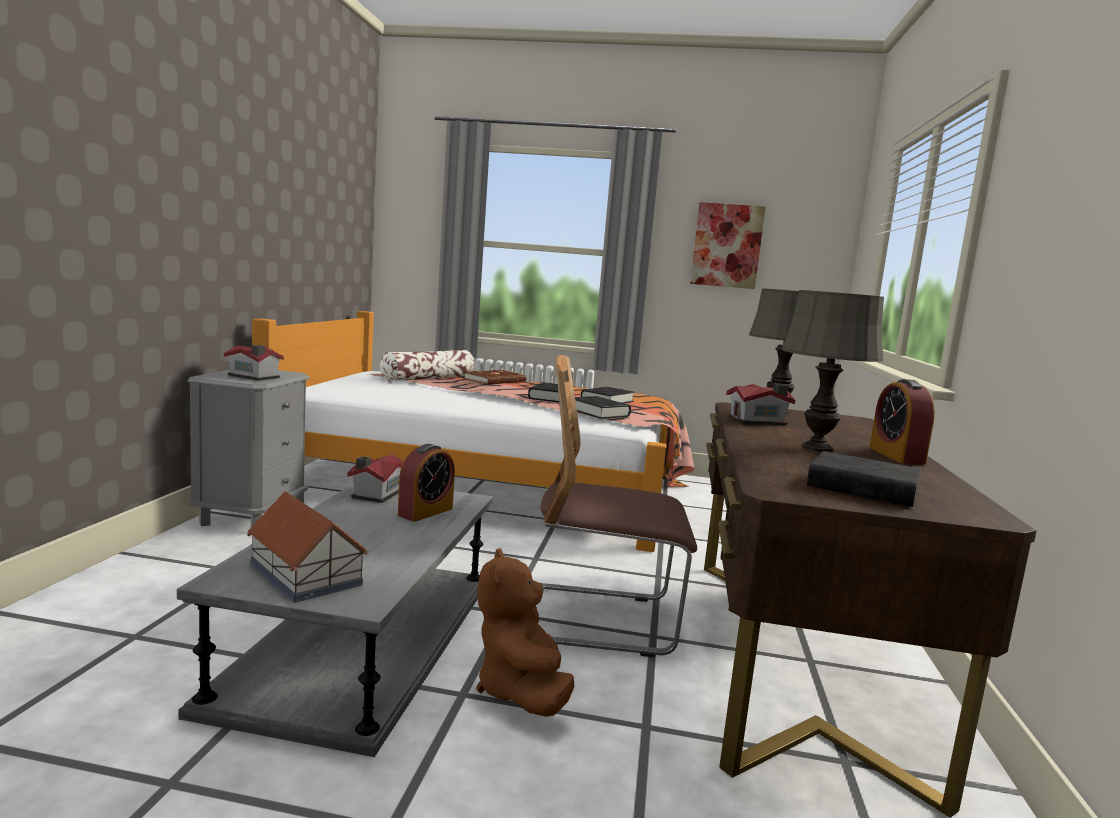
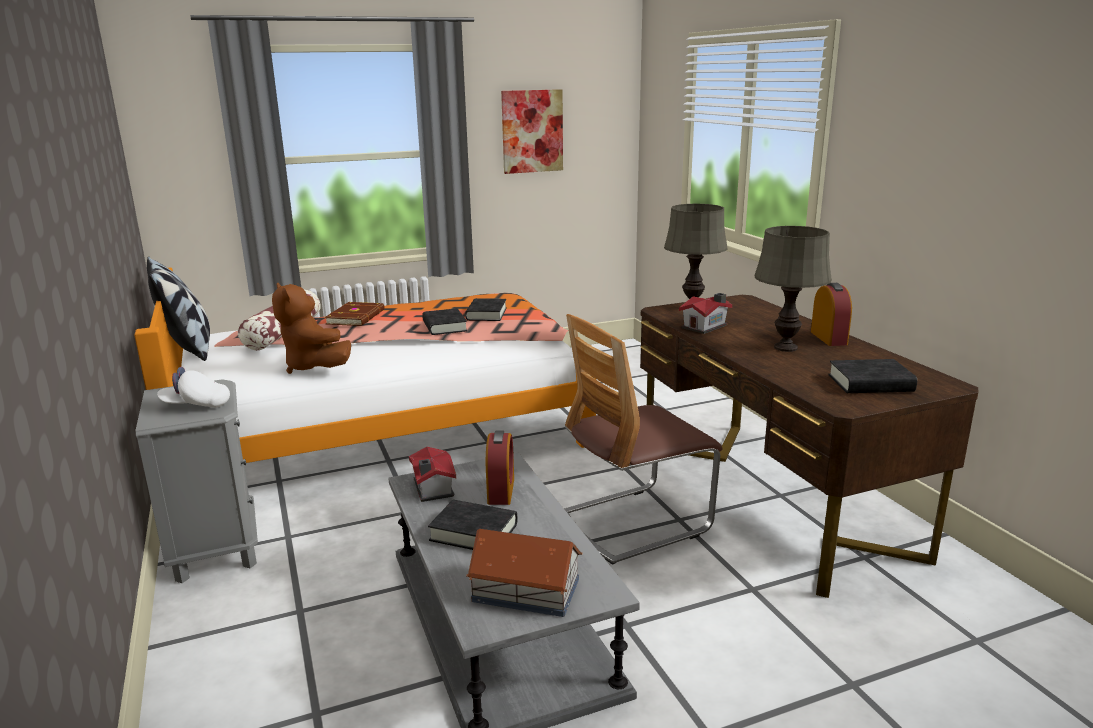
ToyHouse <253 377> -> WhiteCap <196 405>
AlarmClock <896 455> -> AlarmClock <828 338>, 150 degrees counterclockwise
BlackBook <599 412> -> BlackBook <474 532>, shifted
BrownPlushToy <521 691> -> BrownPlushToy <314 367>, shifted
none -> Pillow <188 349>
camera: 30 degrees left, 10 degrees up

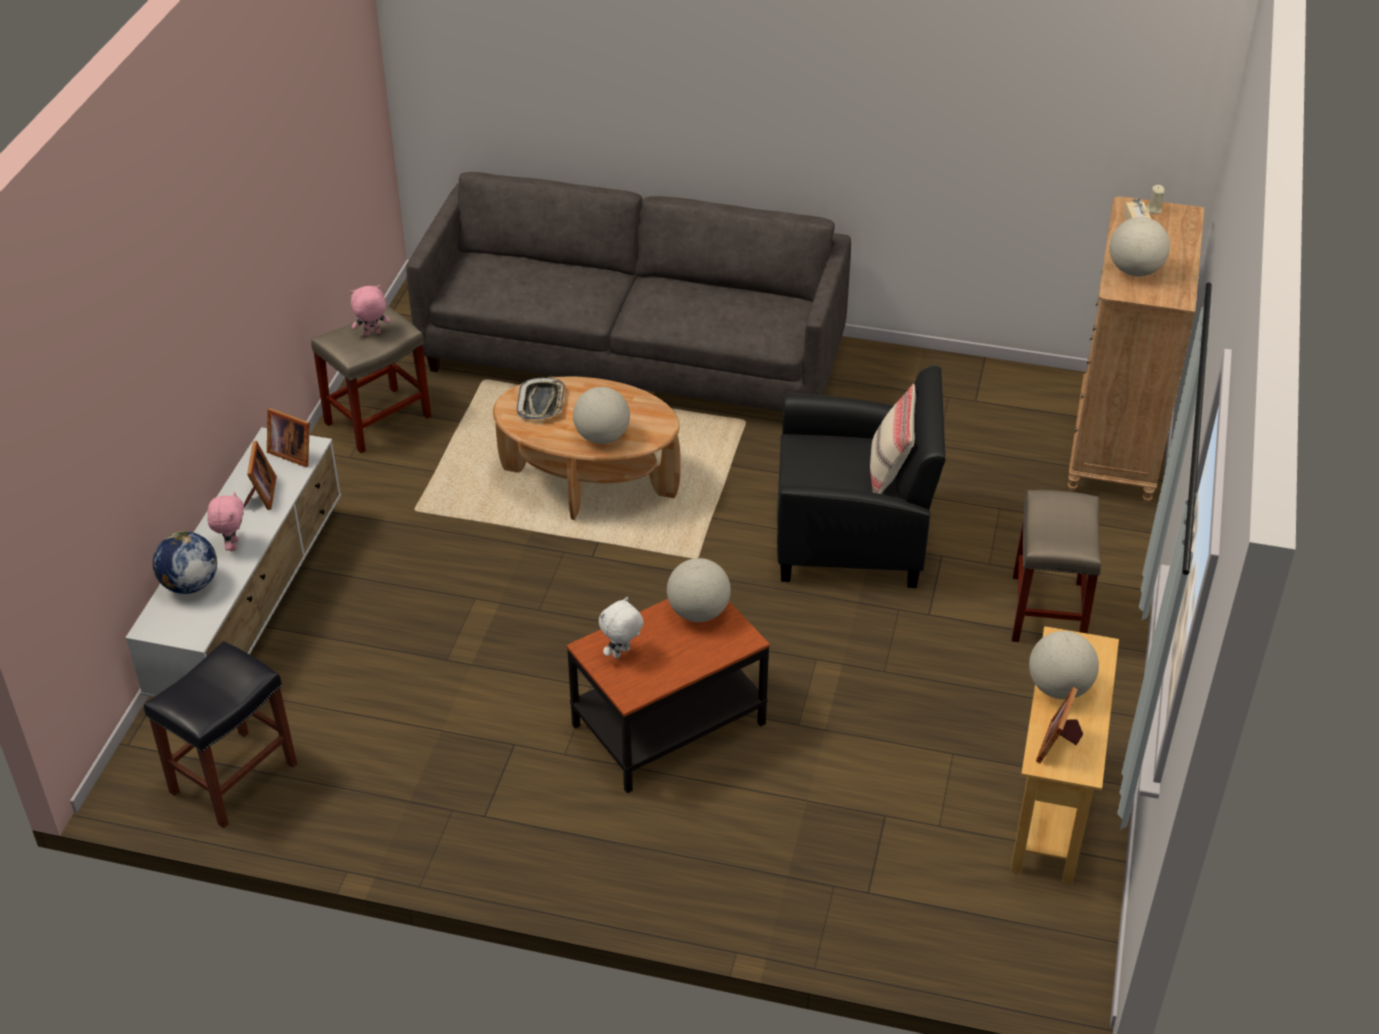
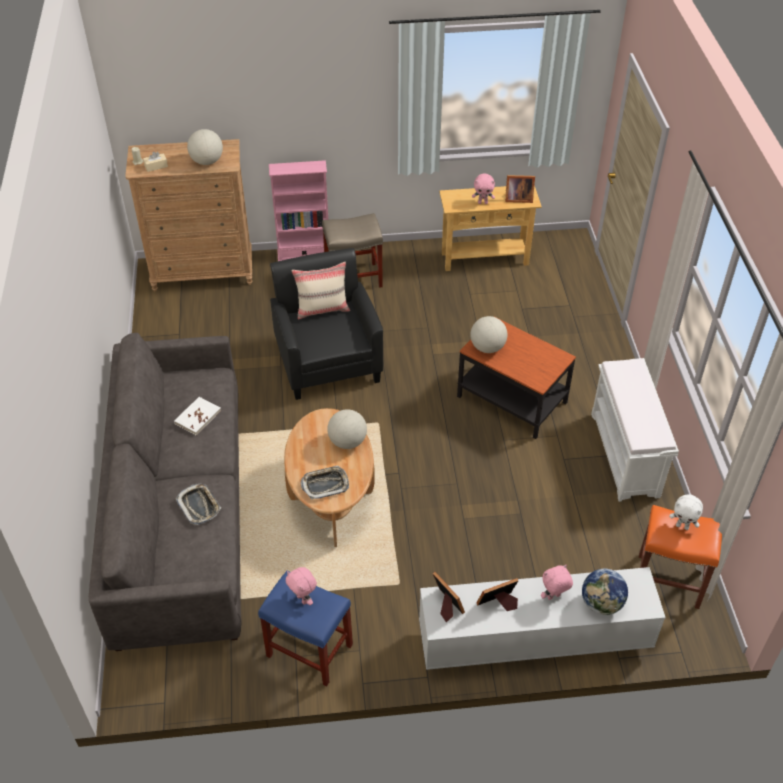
BeigeStool <379 419> -> BlueStool <308 650>
PictureFrame <292 452> -> PictureFrame <446 605>, 45 degrees counterclockwise
WhitePlushToy <622 654> -> WhitePlushToy <682 526>, shifted
Globe <1059 688> -> PinkPlushToy <483 202>
BlackStool <233 779> -> OrangeStool <669 580>
none -> PinkBookcase <304 254>
none -> WhiteBench <625 455>
none -> WhiteBook <197 417>
none -> Tray <199 506>
camera: 110 degrees left, 5 degrees up

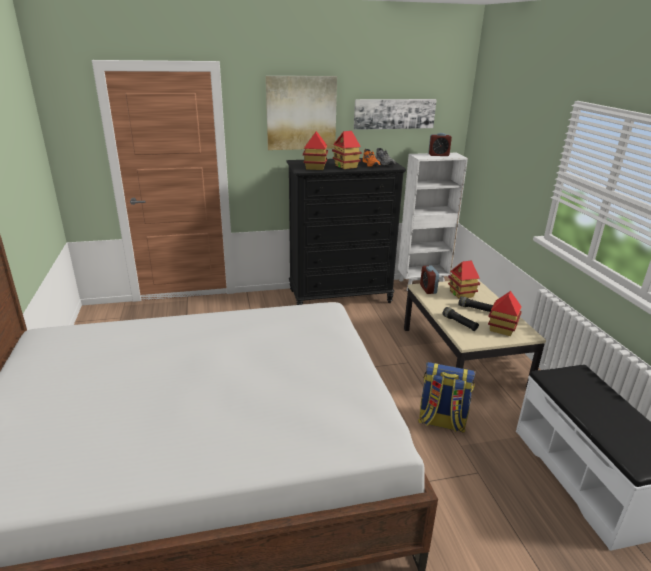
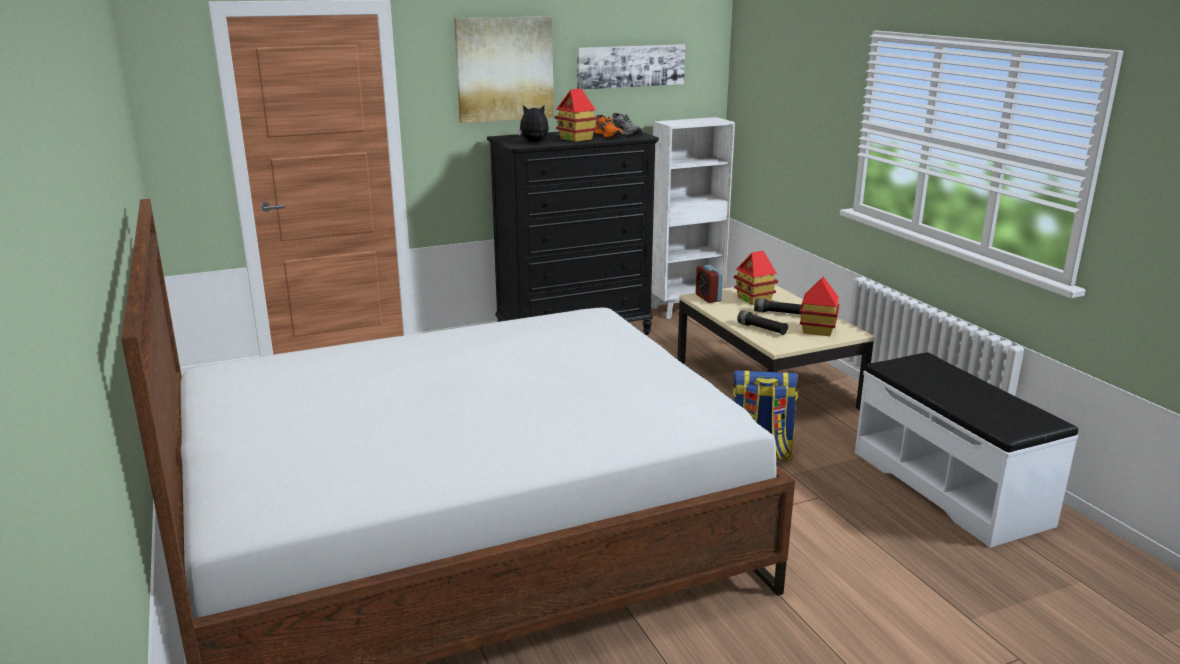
ToyHouse <315 168> -> PlushToy <534 142>
AlarmClock <438 155> -> none
camera: 10 degrees left, 5 degrees down

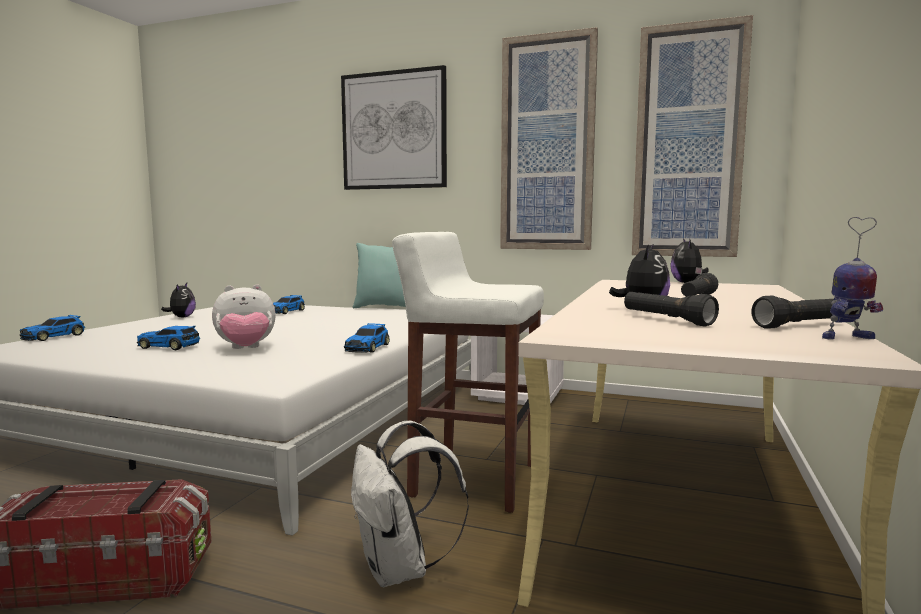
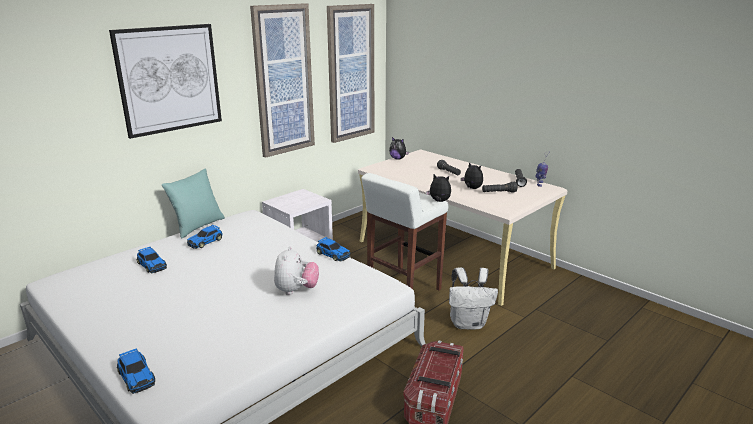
PlushToy <182 317> -> PlushToy <439 201>, shifted
ToyCar <169 346> -> ToyCar <206 241>, shifted
camera: 65 degrees left, 15 degrees up

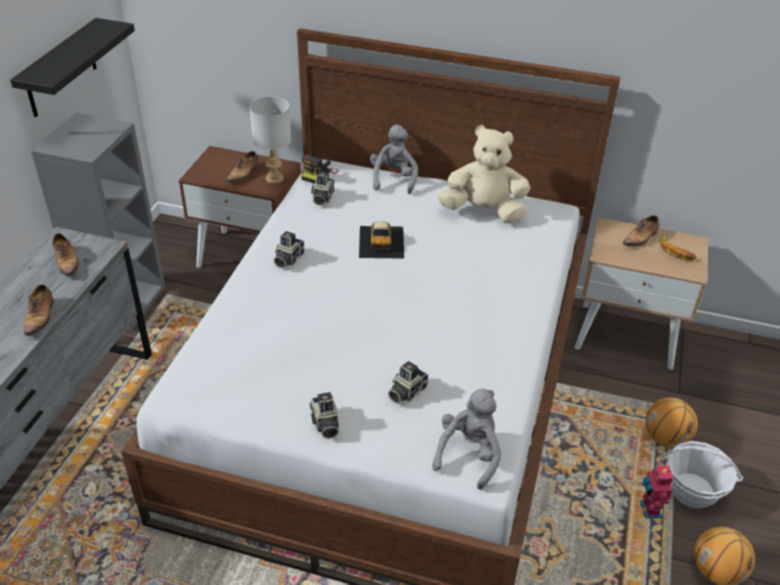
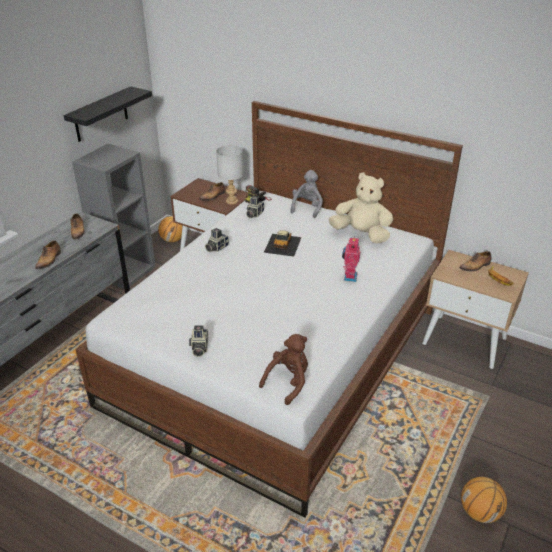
PhotoCamera <406 392> -> none
GreyPlushToy <469 454> -> BrownPlushToy <288 382>
Basketball <666 438> -> Basketball <173 240>, shifted
Basket <692 490> -> none
ToyRobot <648 510> -> ToyRobot <349 277>, shifted
camera: 15 degrees right, 5 degrees down

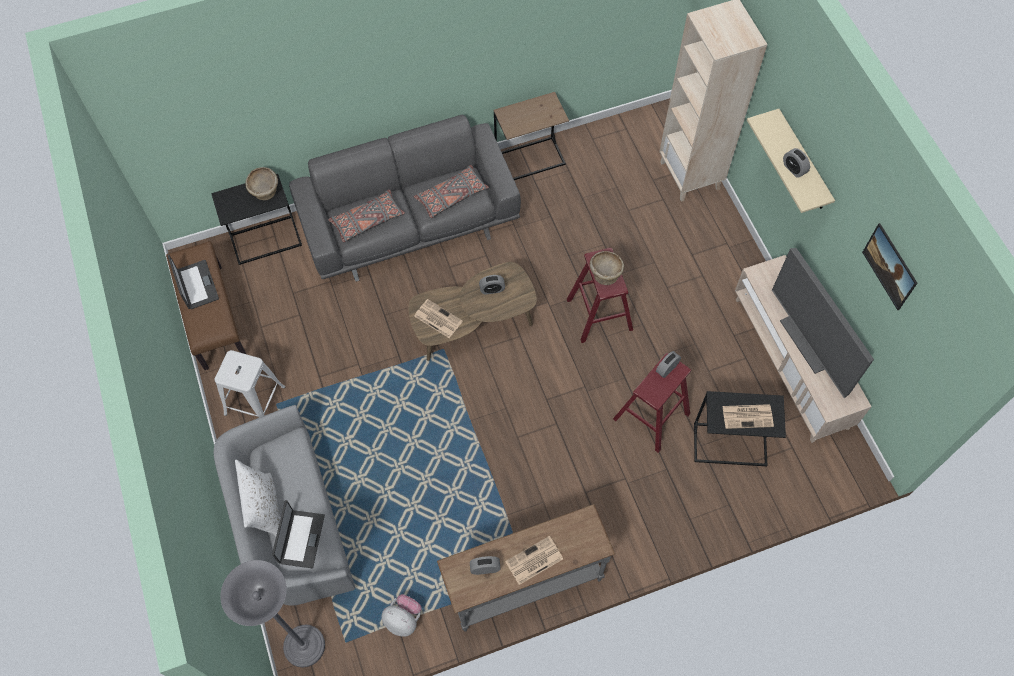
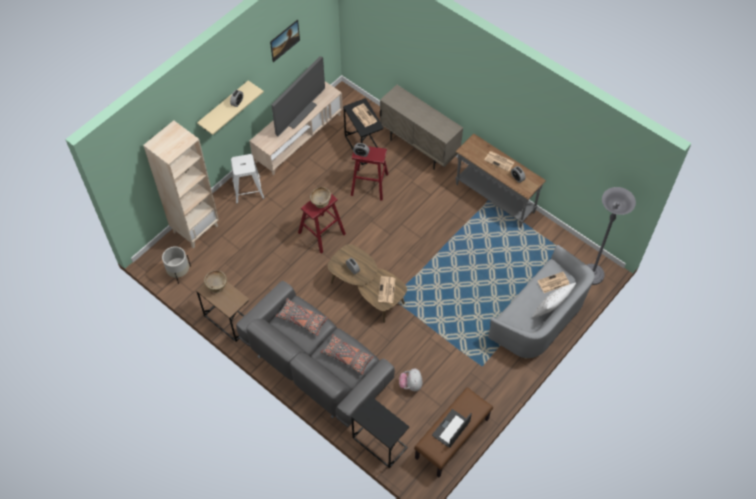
BeigeBowl <265 192> -> BeigeBowl <217 286>, shifted
WhiteStool <255 400> -> WhiteStool <248 189>, shifted
Laptop <301 539> -> Newspaper <553 283>
PlushToy <403 619> -> PlushToy <410 385>, shifted
none -> BeigeCabinet <419 148>
none -> WhitePlanter <179 272>
camera: 120 degrees left, 5 degrees down

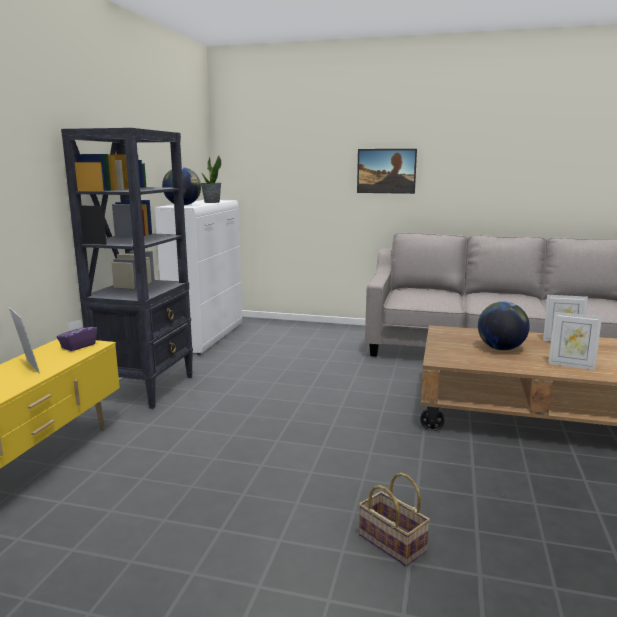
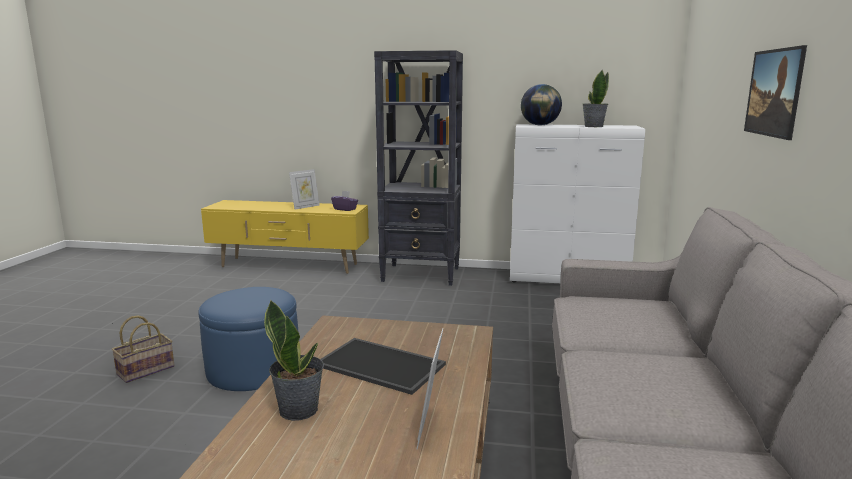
Globe <500 348> -> Tray <382 365>
PictureFrame <571 365> -> PottedPlant <299 409>
none -> BlueOttoman <253 368>
camera: 85 degrees right, 0 degrees up

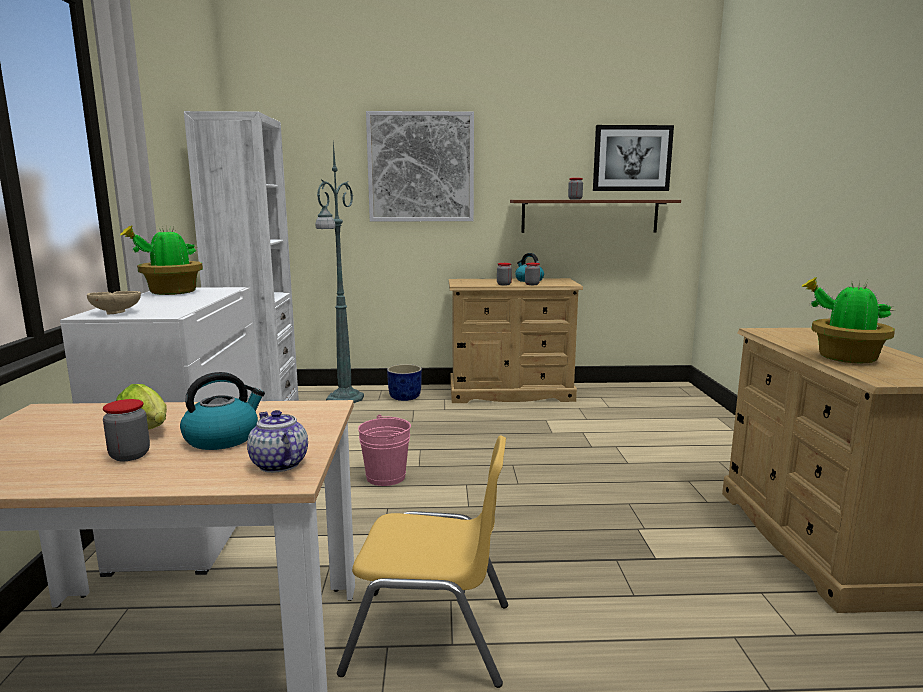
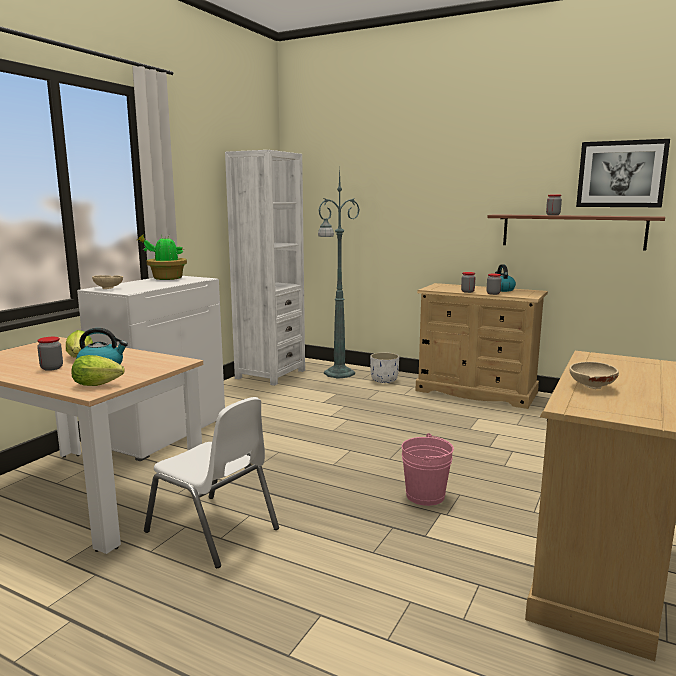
Picture <421 167> -> none
PottedPlant <844 358> -> BeigeBowl <591 387>
BluePlanter <405 397> -> WhitePlanter <384 380>
Teapot <278 464> -> Lettuce <100 385>
PinkBucket <386 477> -> PinkBucket <425 496>, shifted
YellowChair <430 637> -> WhiteChair <213 530>
camera: 30 degrees right, 0 degrees up

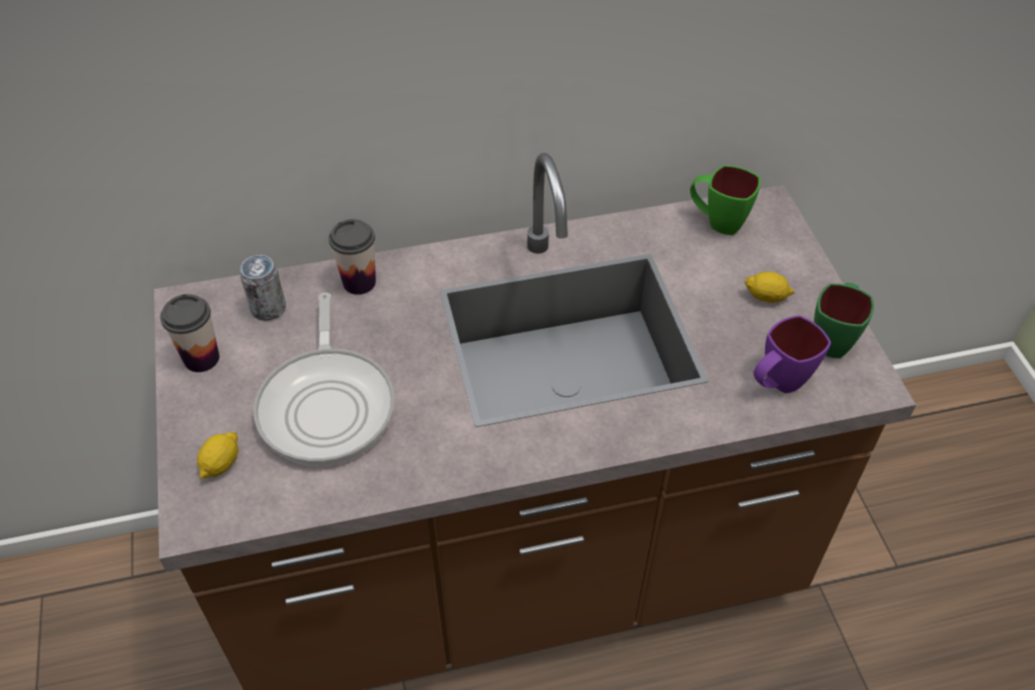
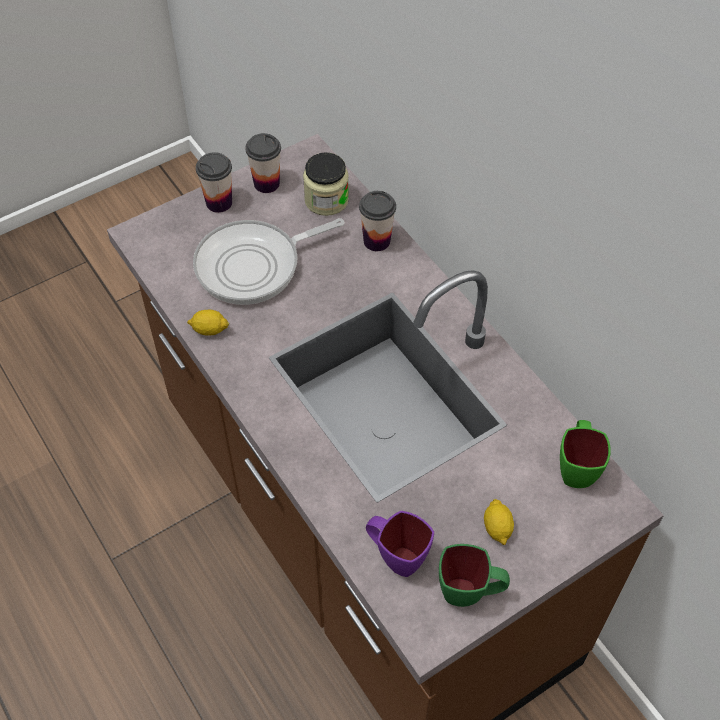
Can <268 309> -> Jar <326 200>
Lemon <221 464> -> Lemon <209 330>, shifted
none -> Cup <219 203>
camera: 70 degrees right, 5 degrees up

